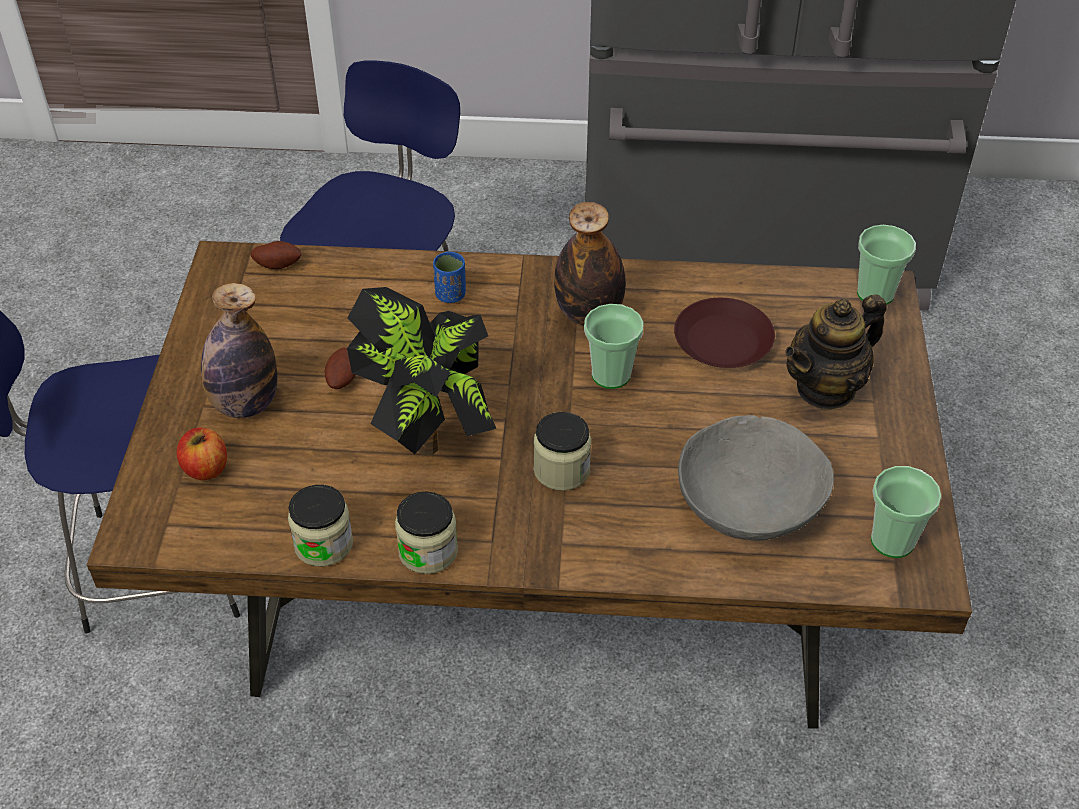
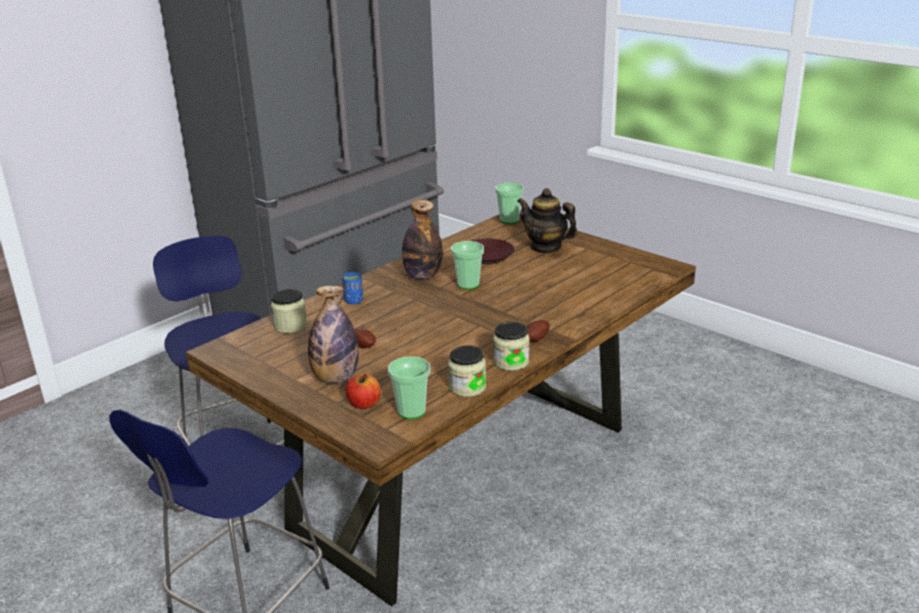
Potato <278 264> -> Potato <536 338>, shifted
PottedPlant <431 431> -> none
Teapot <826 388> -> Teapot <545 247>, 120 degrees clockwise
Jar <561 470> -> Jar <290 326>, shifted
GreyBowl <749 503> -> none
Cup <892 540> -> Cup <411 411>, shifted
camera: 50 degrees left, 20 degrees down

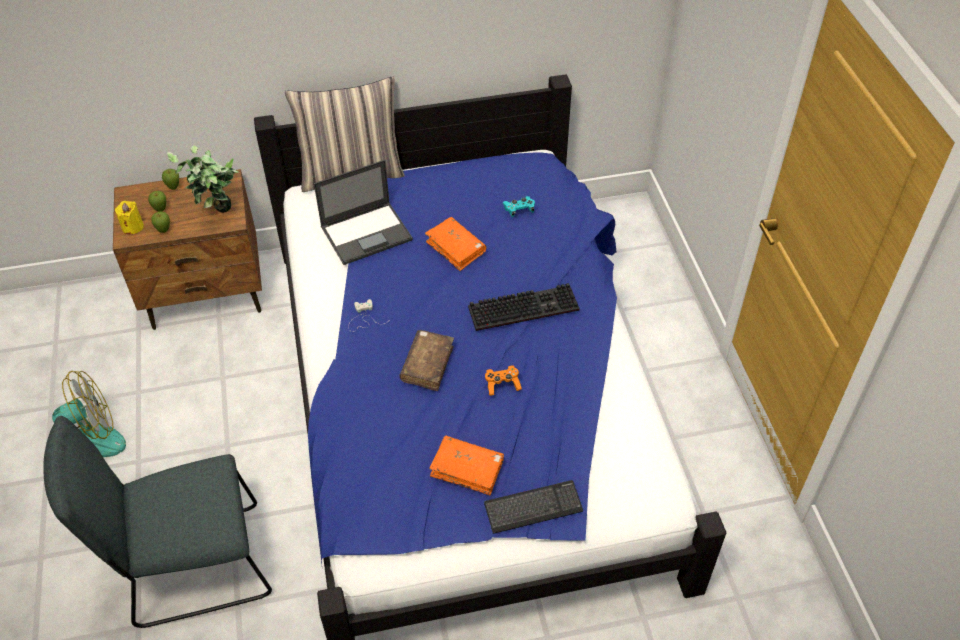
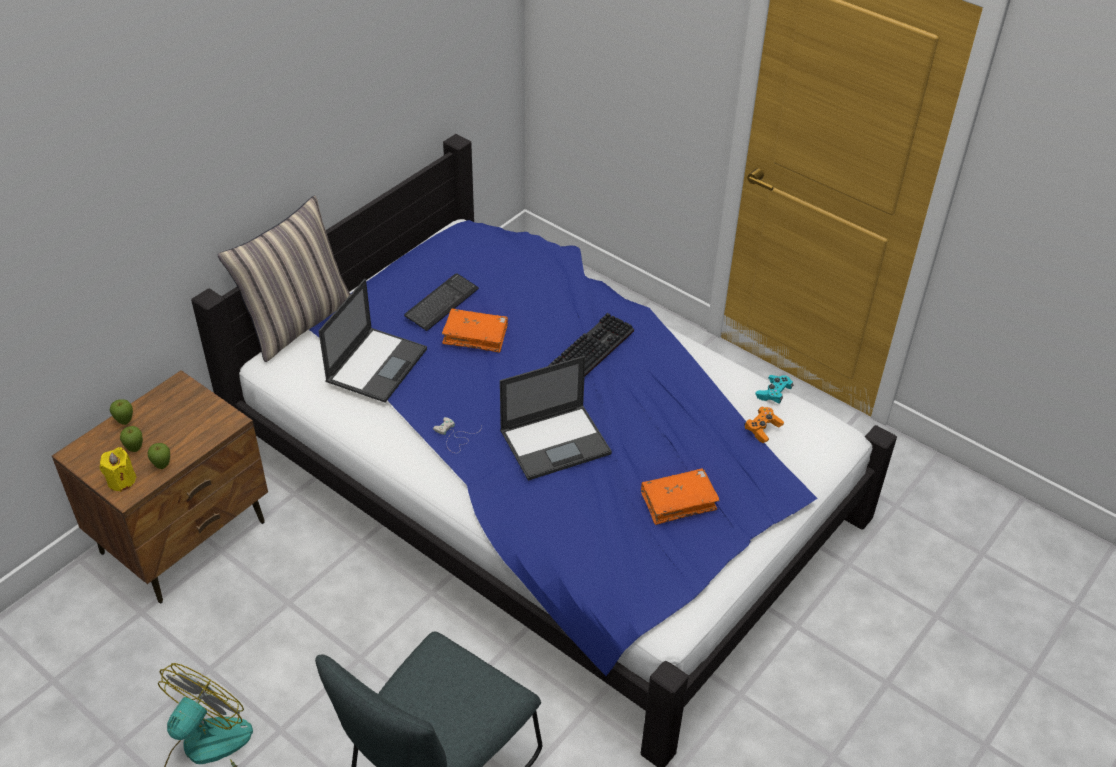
PottedPlant <217 215> -> none
TurquoiseGameController <519 210> -> TurquoiseGameController <773 393>, shifted
BrownBook <427 365> -> Laptop <556 441>
OrangeGameController <502 384> -> OrangeGameController <762 429>, shifted
Keyboard <533 508> -> Keyboard <441 303>, shifted
camera: 40 degrees left, 5 degrees down

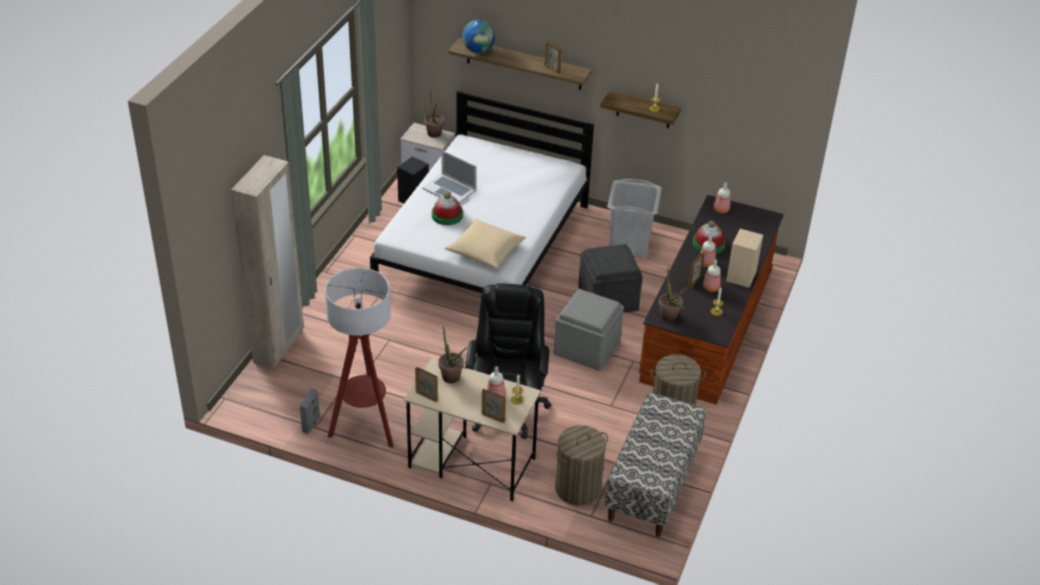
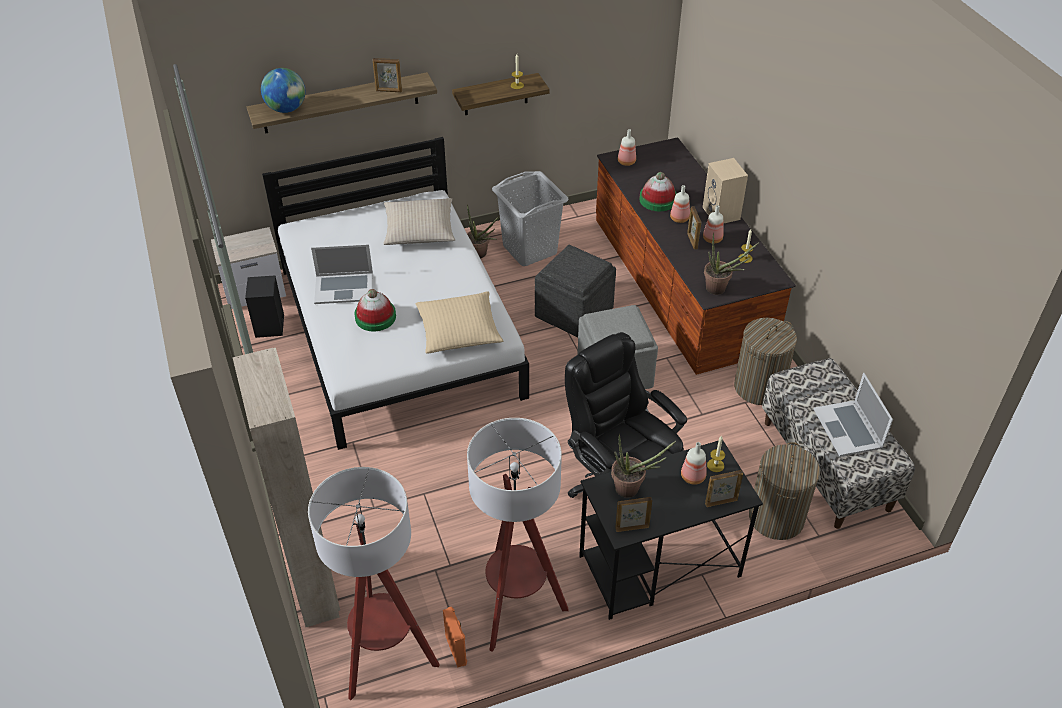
PottedPlant <434 135> -> PottedPlant <481 255>, shifted
BeigeDesk <471 463> -> BlackDesk <658 566>
GreySpeaker <312 424> -> OrangeSpeaker <457 650>
none -> BeigePillow <419 229>
none -> Laptop <848 428>
none -> FloorLamp <386 659>
camera: 40 degrees left, 5 degrees up

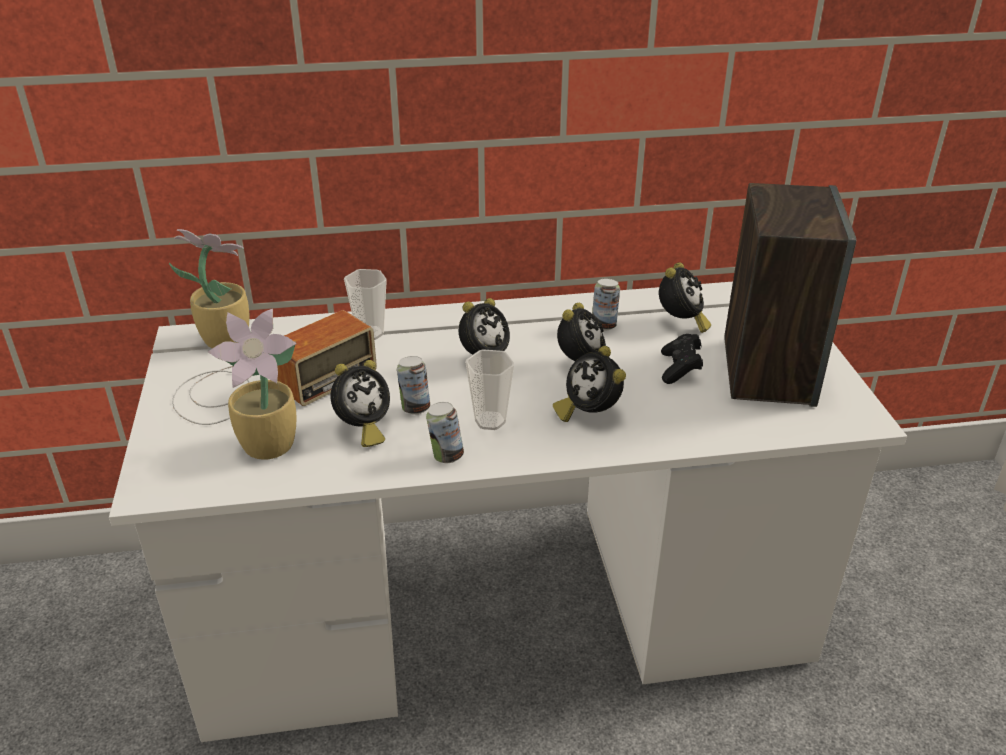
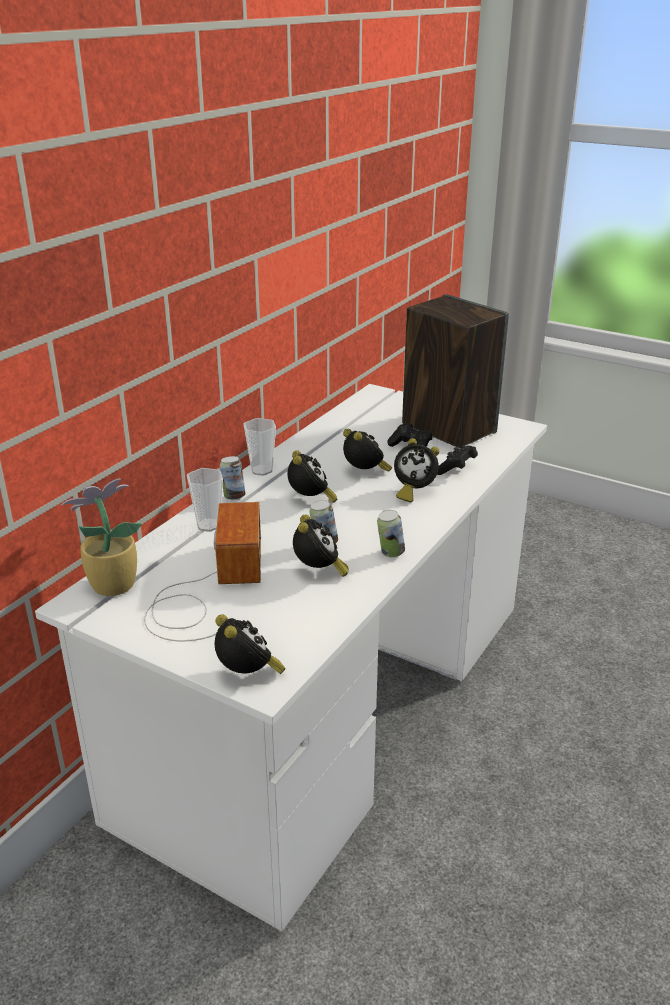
AlarmClock <681 323> -> AlarmClock <248 675>, shifted
Can <604 326> -> Can <233 497>, shifted
PottedPlant <271 446> -> none
Cup <490 421> -> Cup <261 470>, shifted
none -> BlackGameController <456 469>
camera: 50 degrees left, 5 degrees down

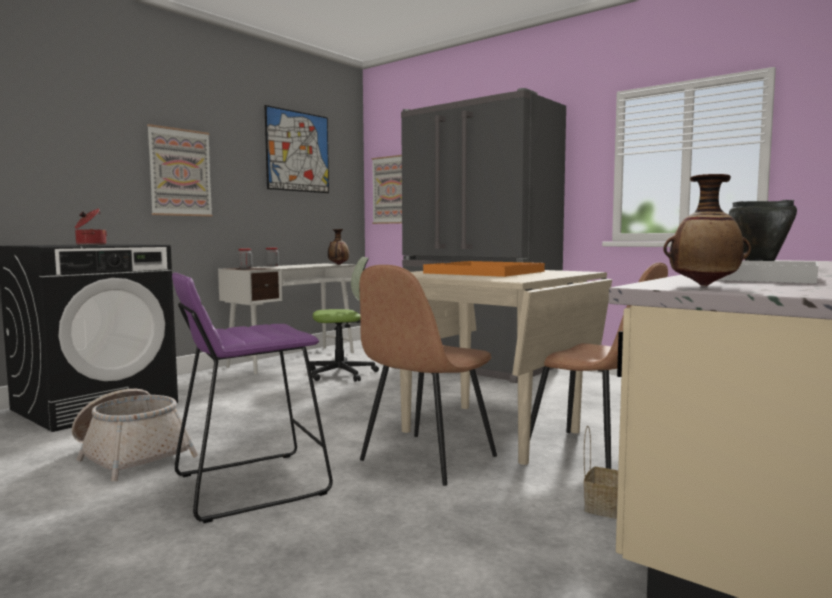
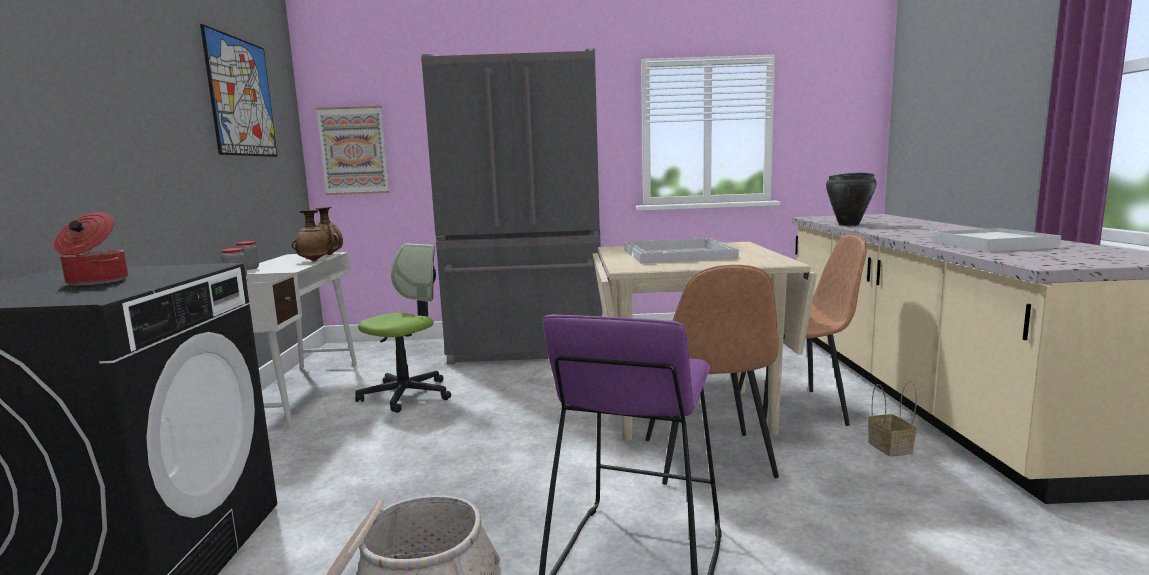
Picture <180 172> -> none
Vase <704 285> -> Vase <314 261>, shifted
OrangeTray <485 272> -> WhiteTray <678 254>
camera: 40 degrees left, 5 degrees up

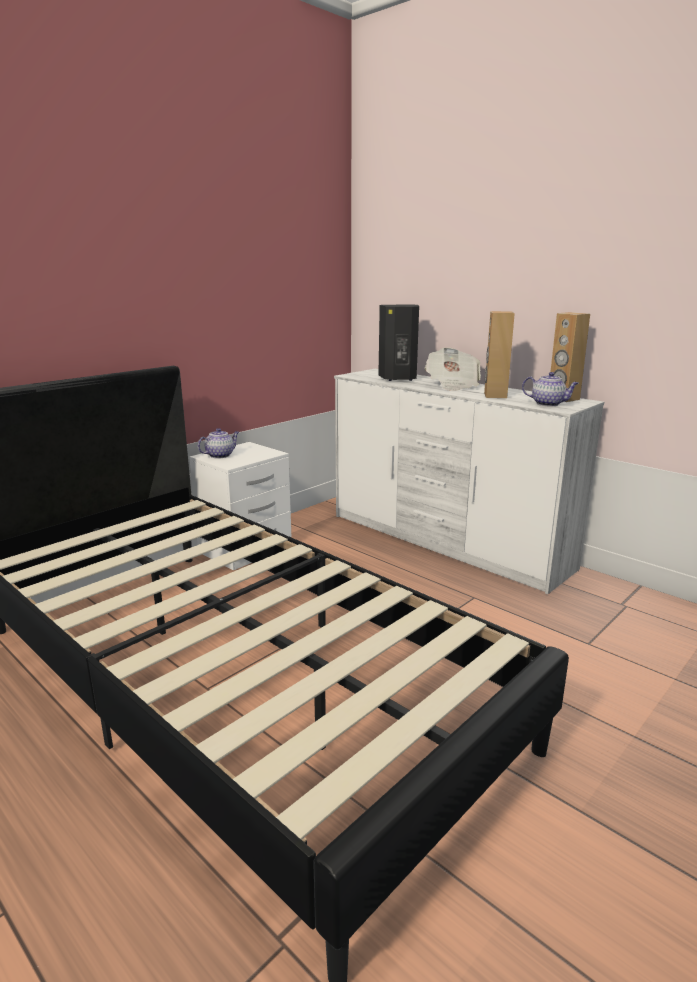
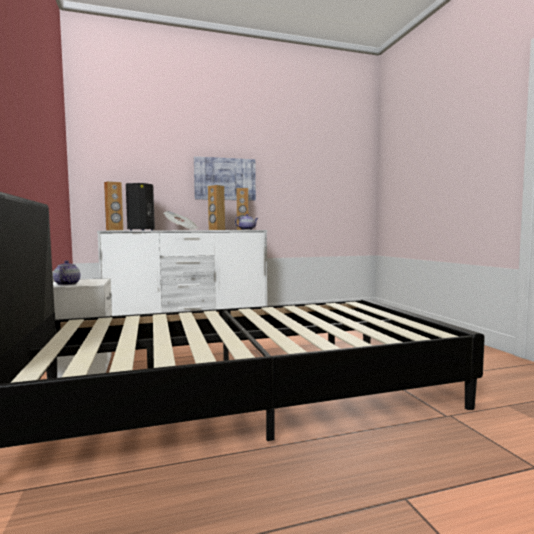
none -> Picture <225 179>
none -> BrownSpeaker <114 230>
camera: 60 degrees left, 15 degrees down

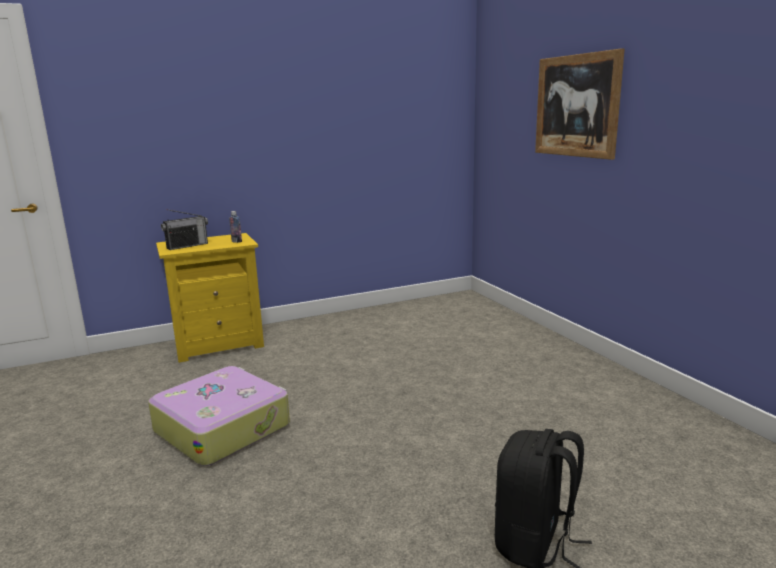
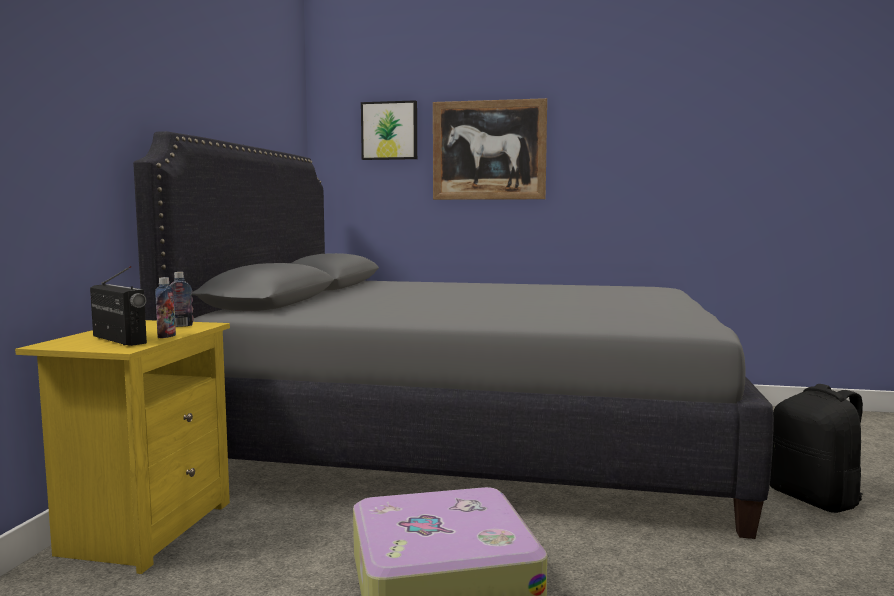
Radio <187 246> -> Radio <119 340>, 45 degrees counterclockwise
none -> Picture <389 131>
none -> GreyBed <468 442>
none -> Bottle <166 336>
camera: 55 degrees left, 10 degrees down

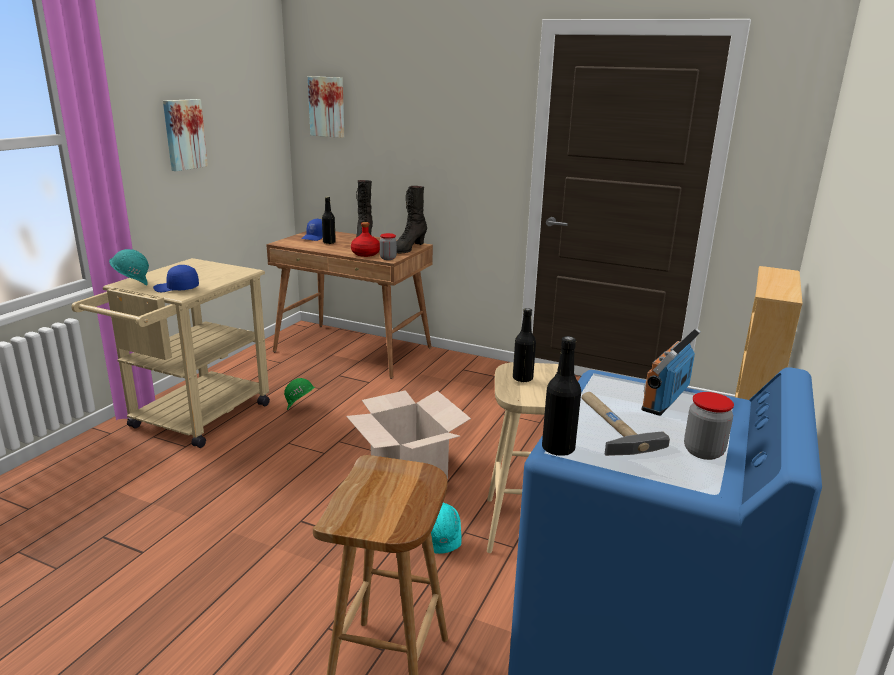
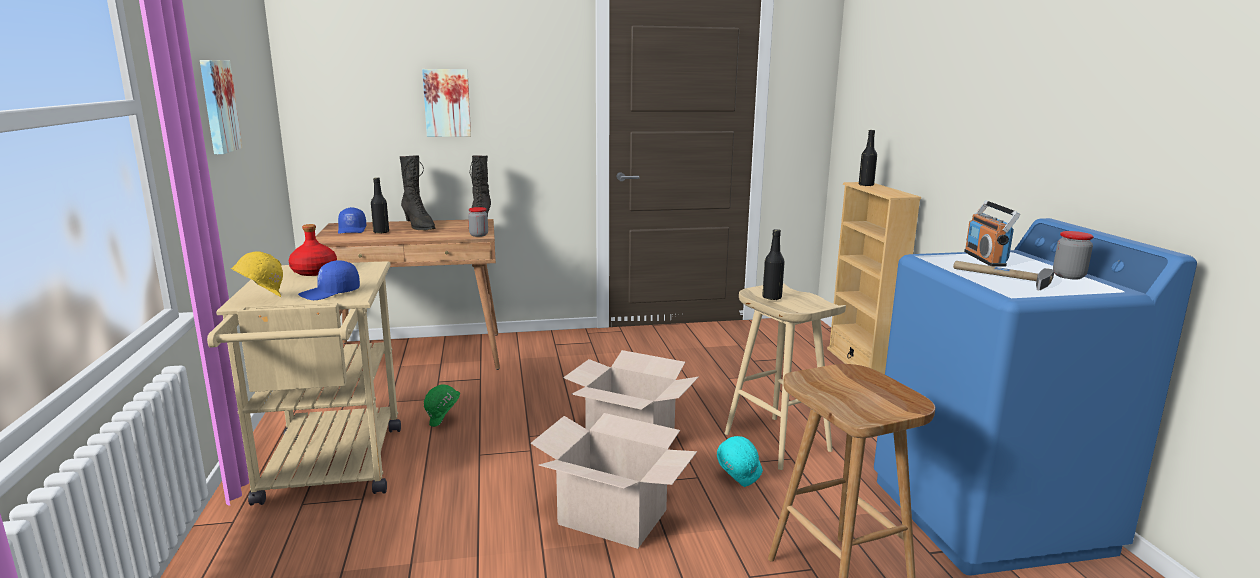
Picture <327 107> -> Picture <447 103>, shifted
RedBottle <366 254> -> RedBottle <315 272>, shifted
TurquoiseHardHat <132 285> -> YellowHardHat <260 301>
BlackBottle <558 448> -> BlackBottle <866 185>, shifted
none -> CardboardBox <612 518>
camera: 35 degrees left, 5 degrees down

